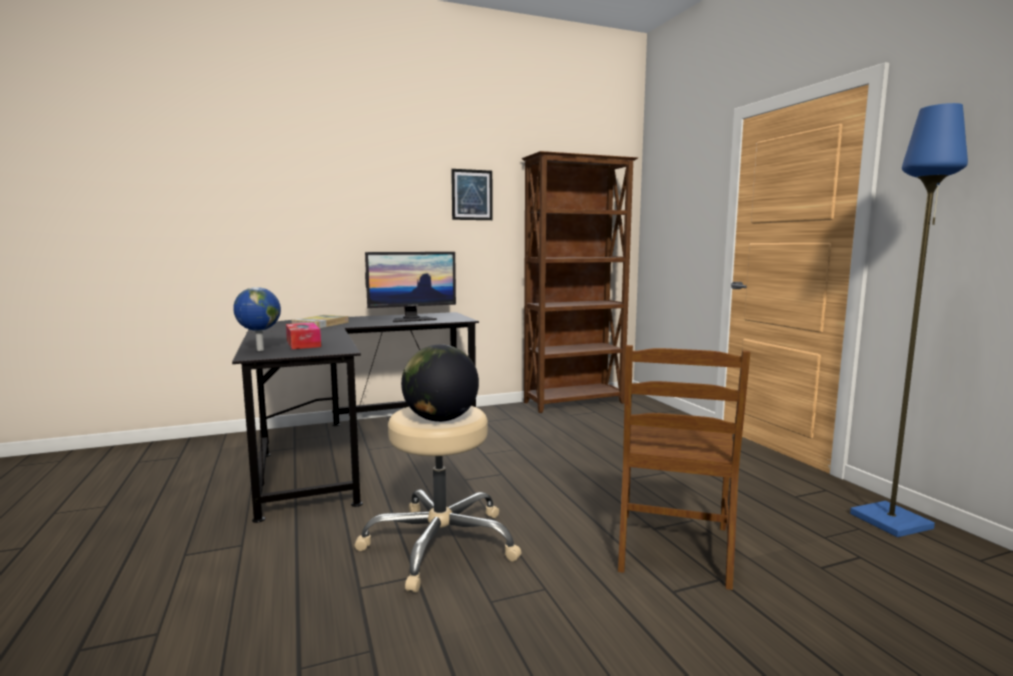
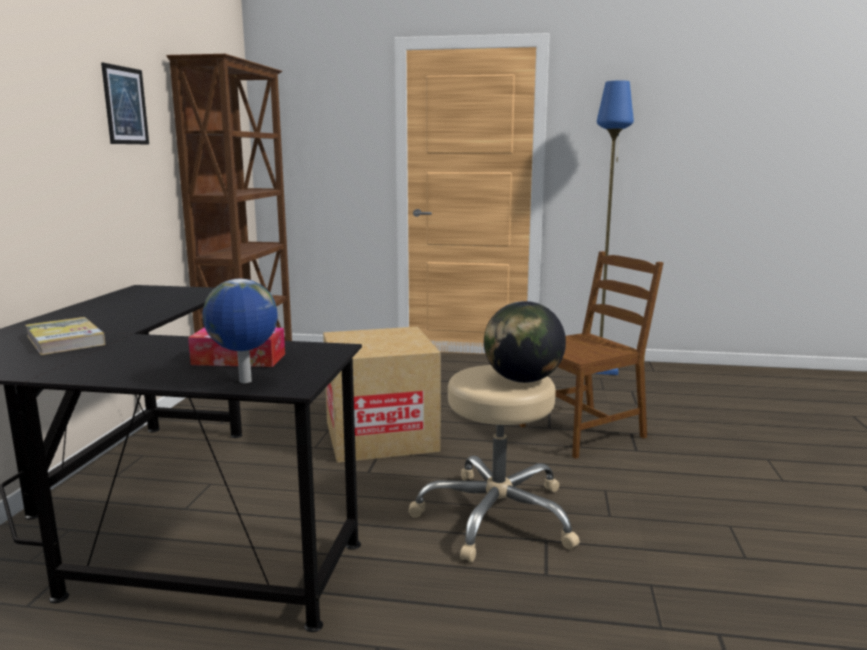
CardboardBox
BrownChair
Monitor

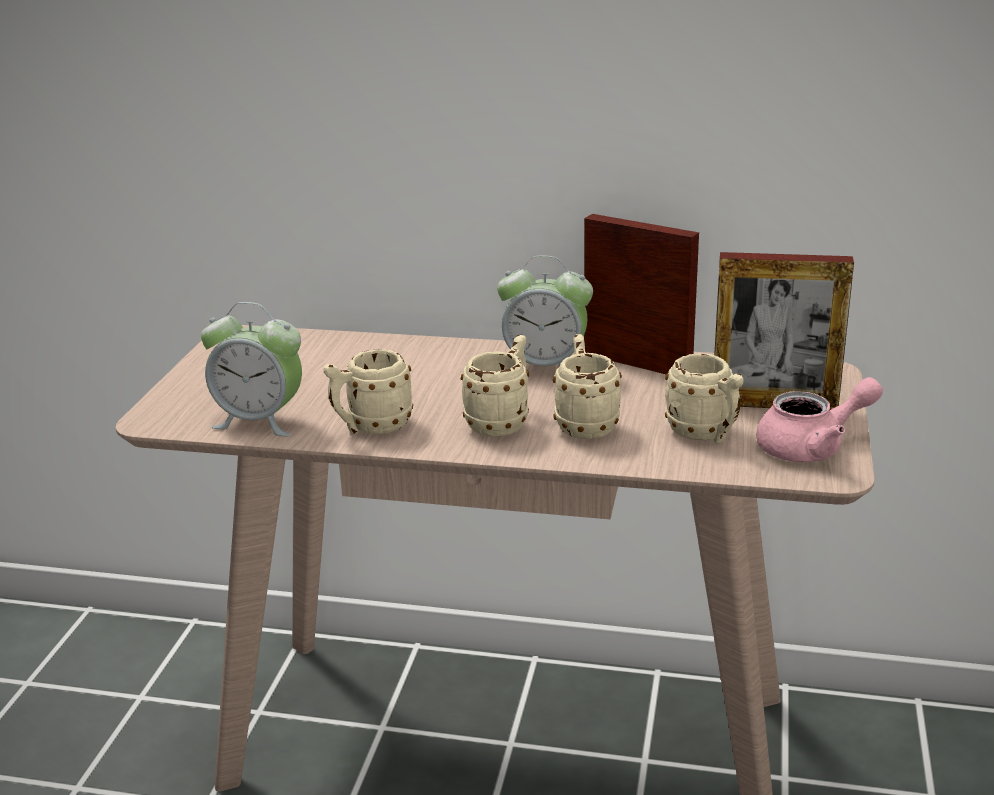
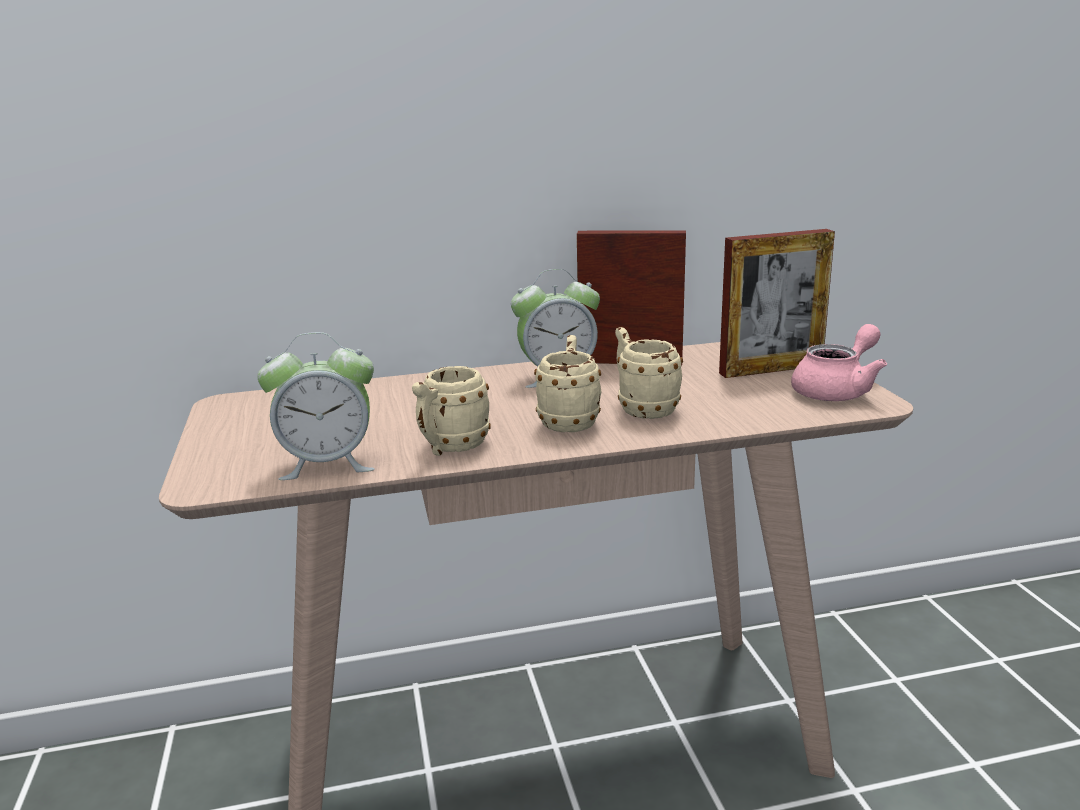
BeigeMug (4th from left in the first image)

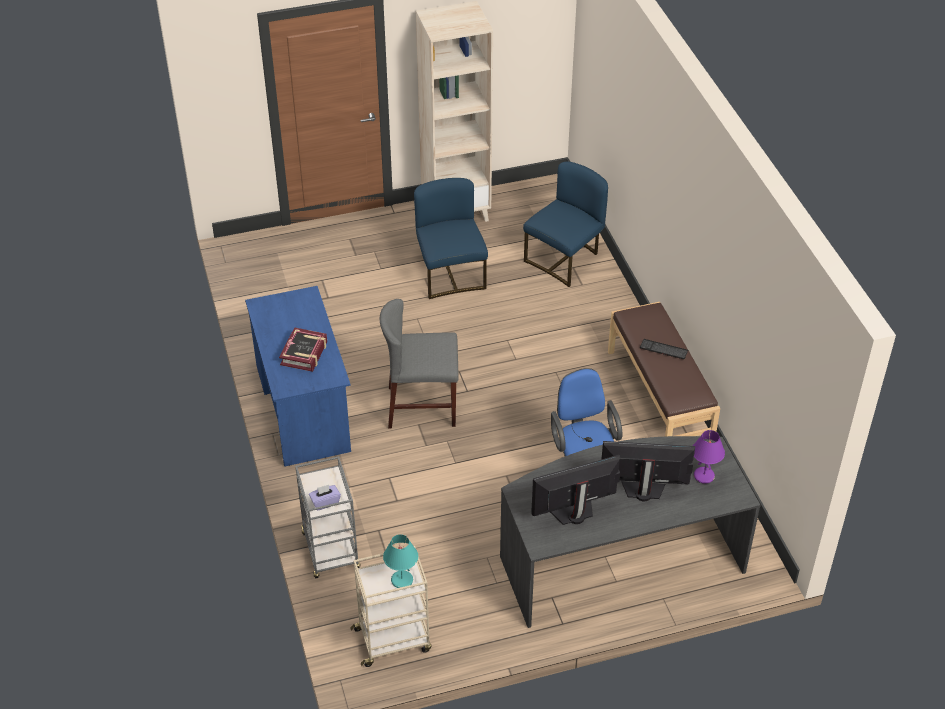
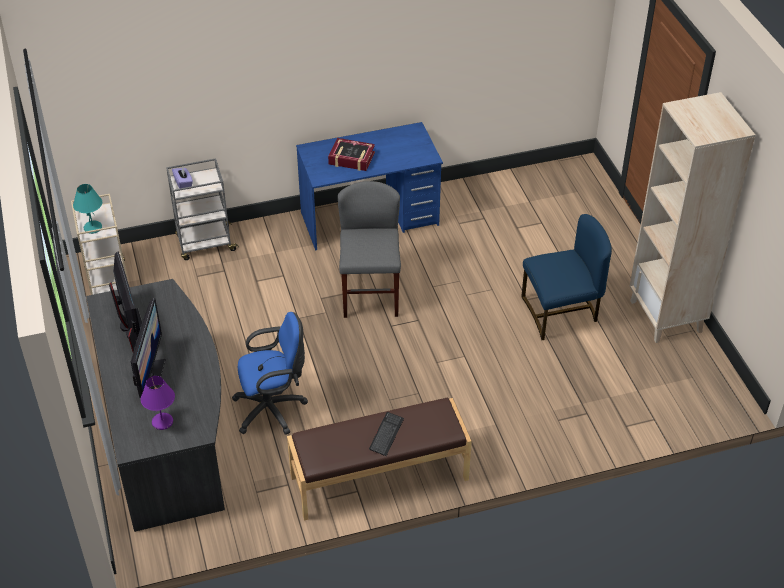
BlueChair (2nd from left in the first image)

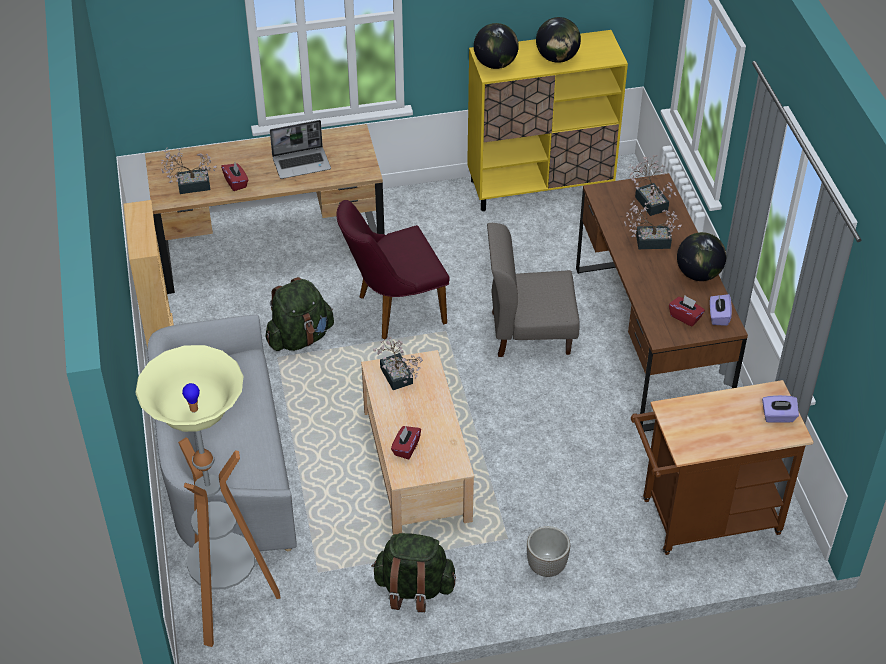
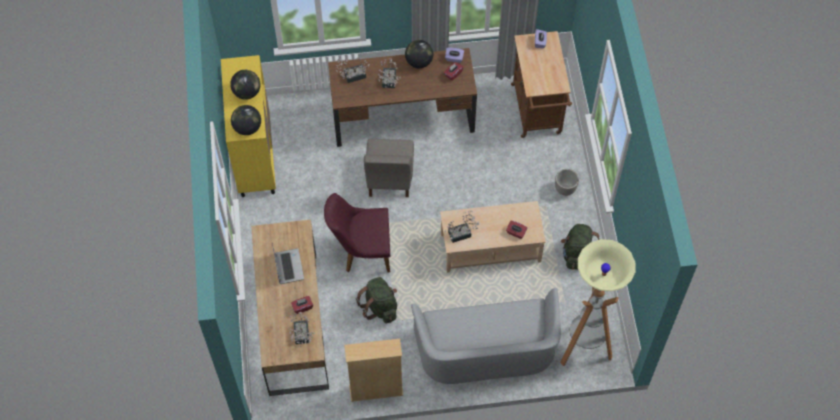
PurpleChair

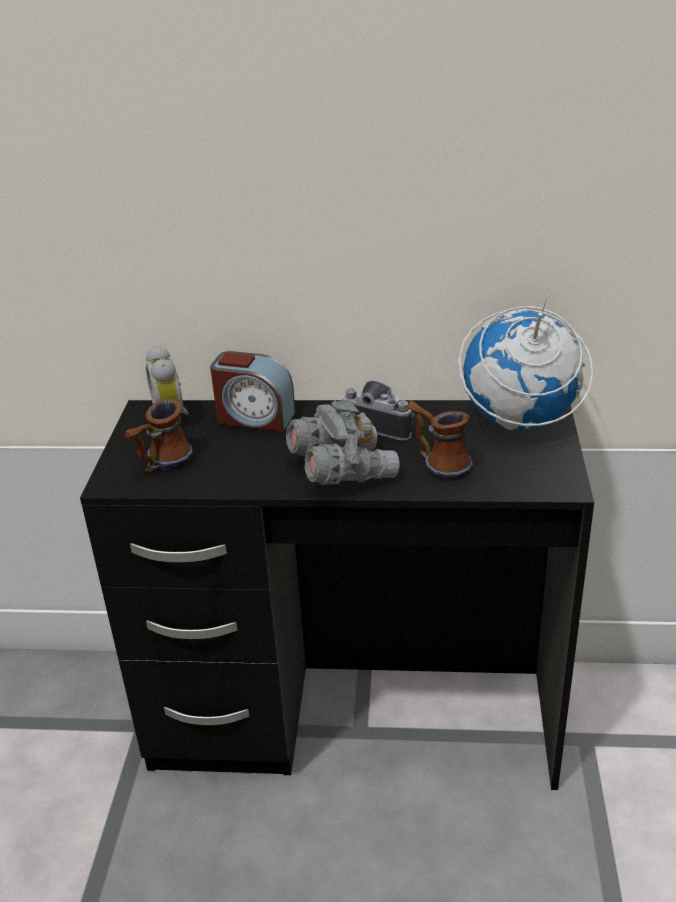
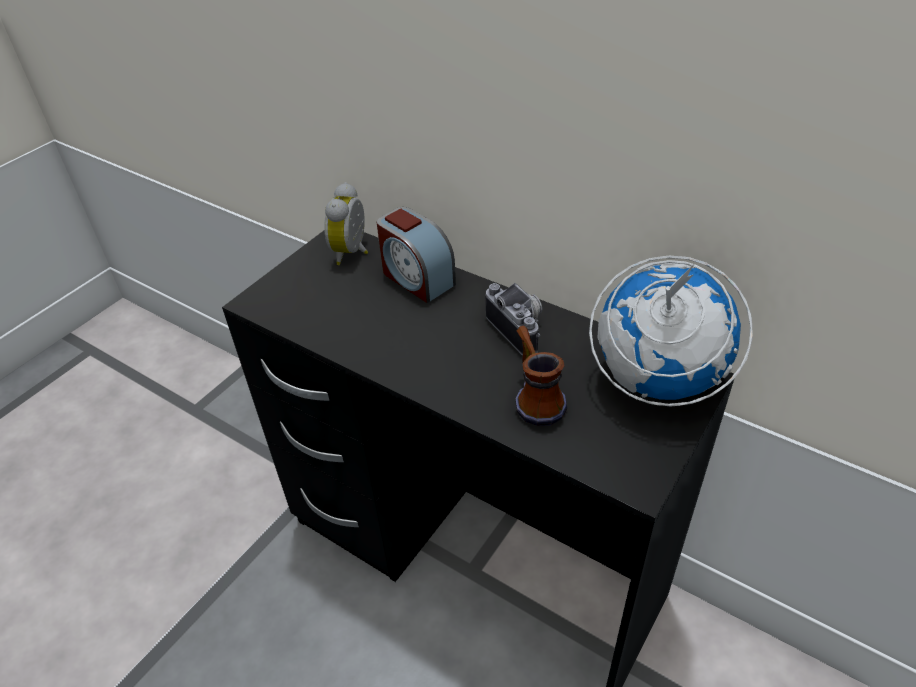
Mug (1st from left in the first image)
GreyBinoculars

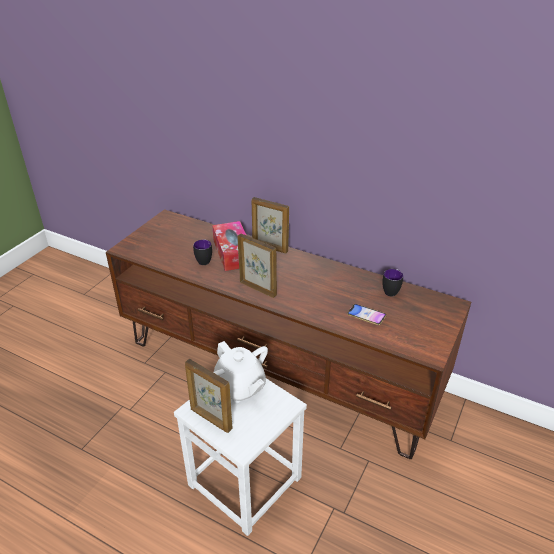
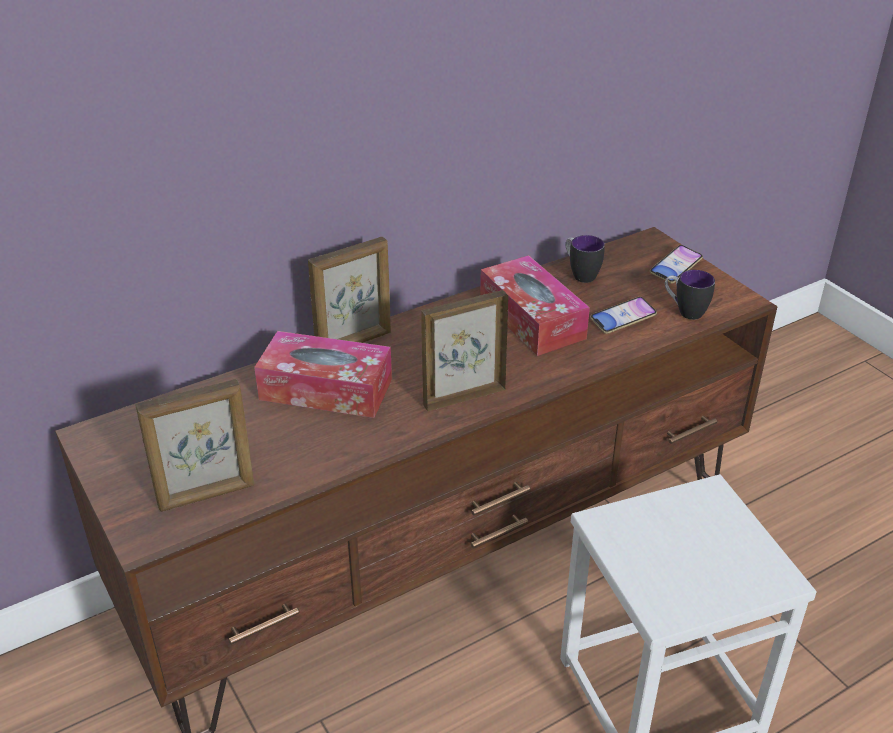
PictureFrame (1st from left)
TissueBox (2nd from left)
Phone (2nd from left)
Mug (2nd from left)
WhiteTeapot

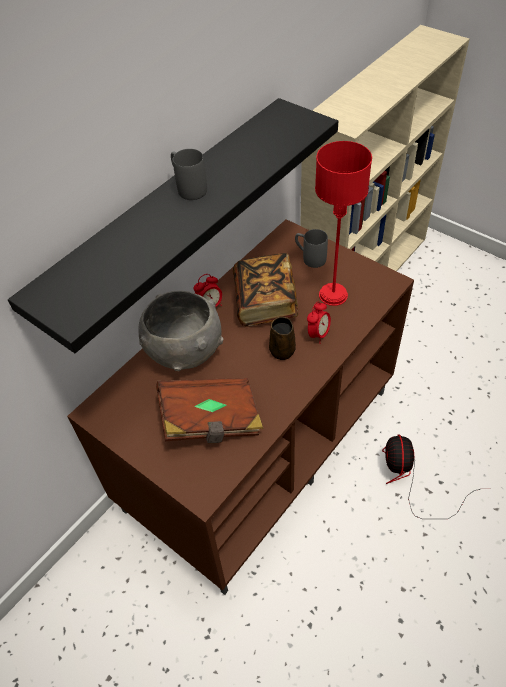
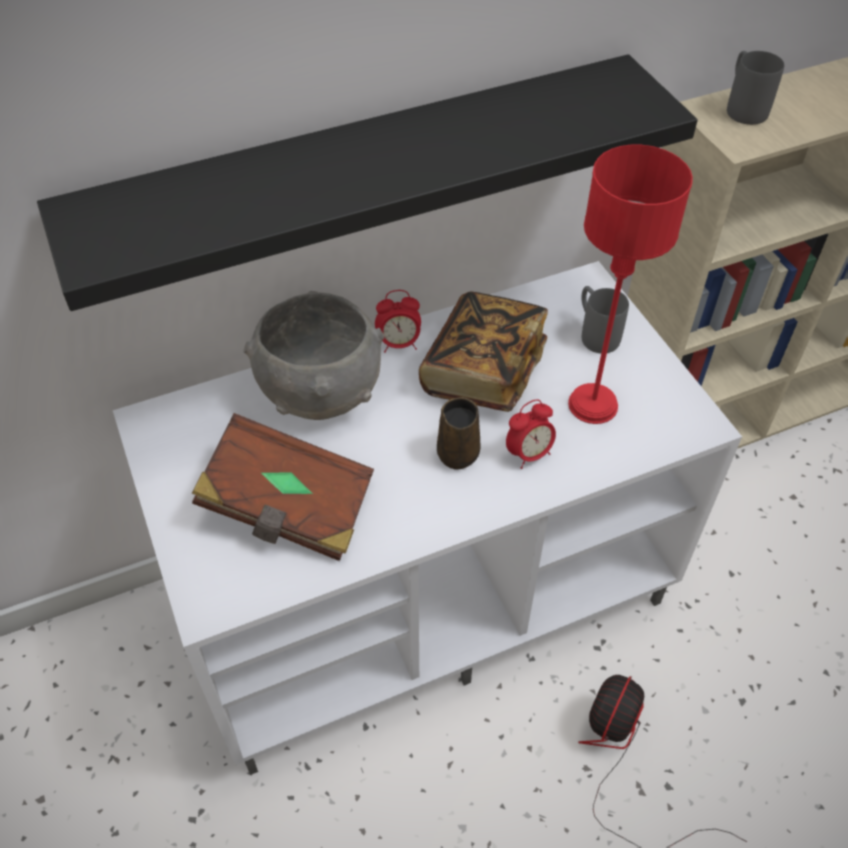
WhiteTvStand
GreyMug (2nd from left)

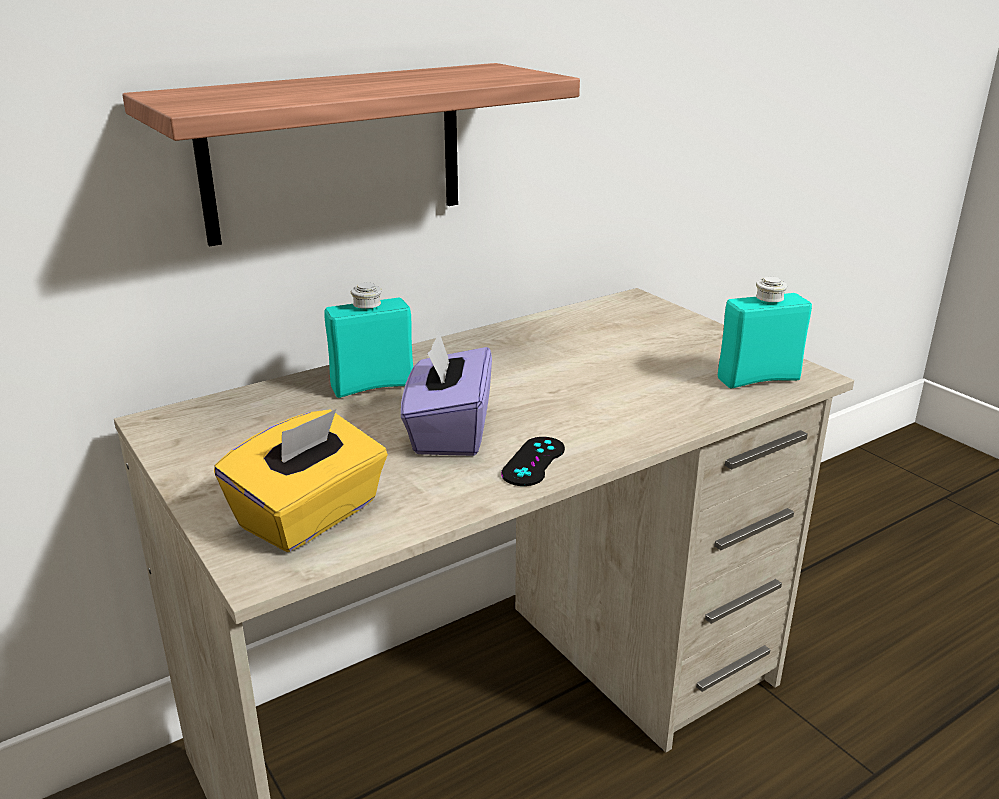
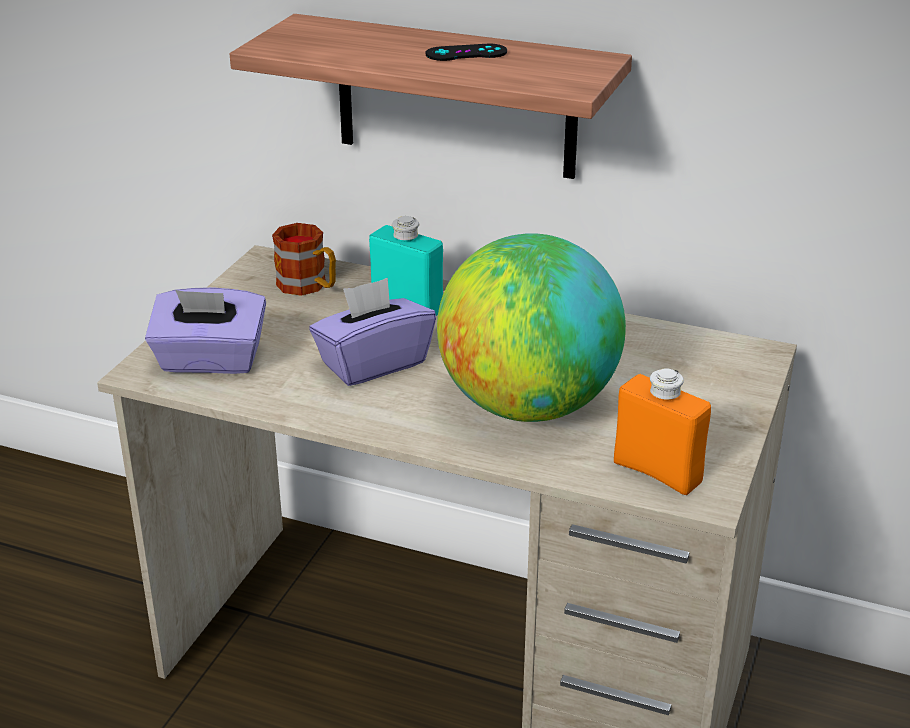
PurpleTissueBox (1st from left)
Mug
BlackGameController
Globe
OrangeBottle

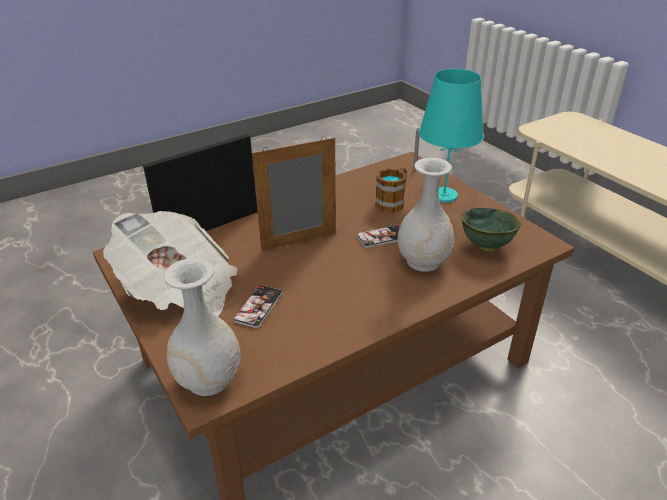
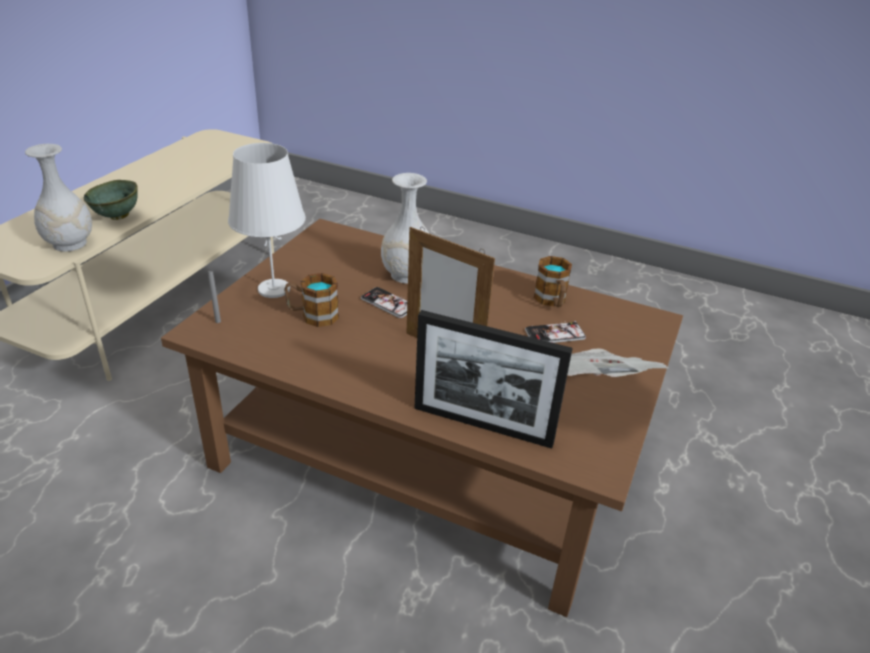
WhiteVase (1st from left)
GreenBowl
WhiteTableLamp
Mug (2nd from left)

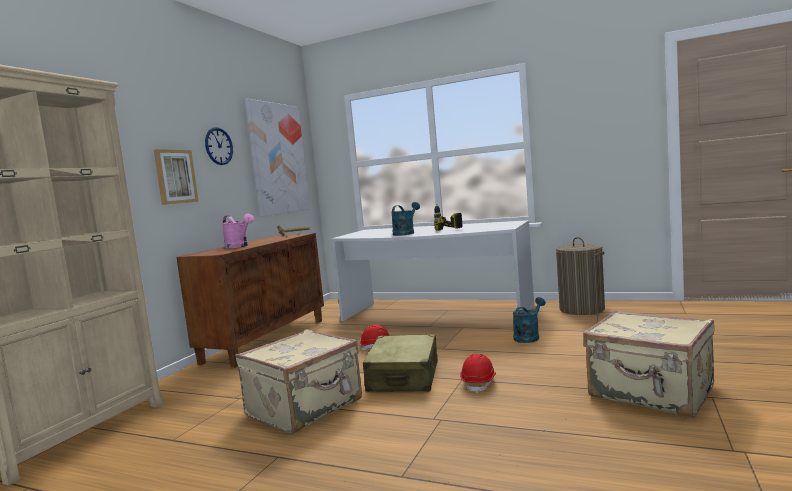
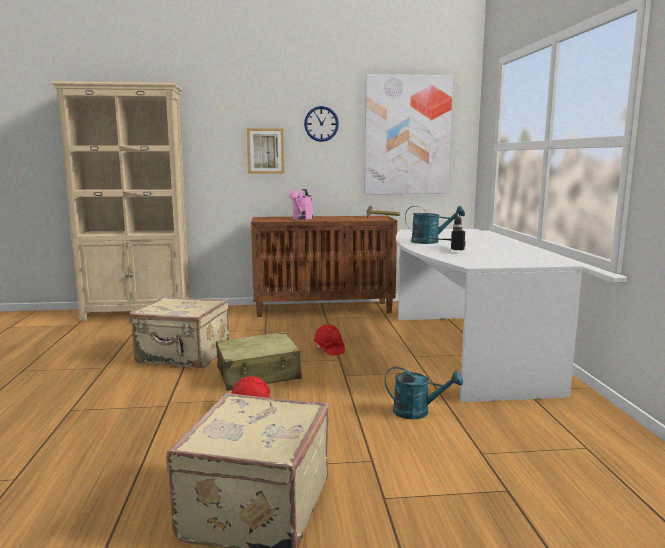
LaundryBasket

